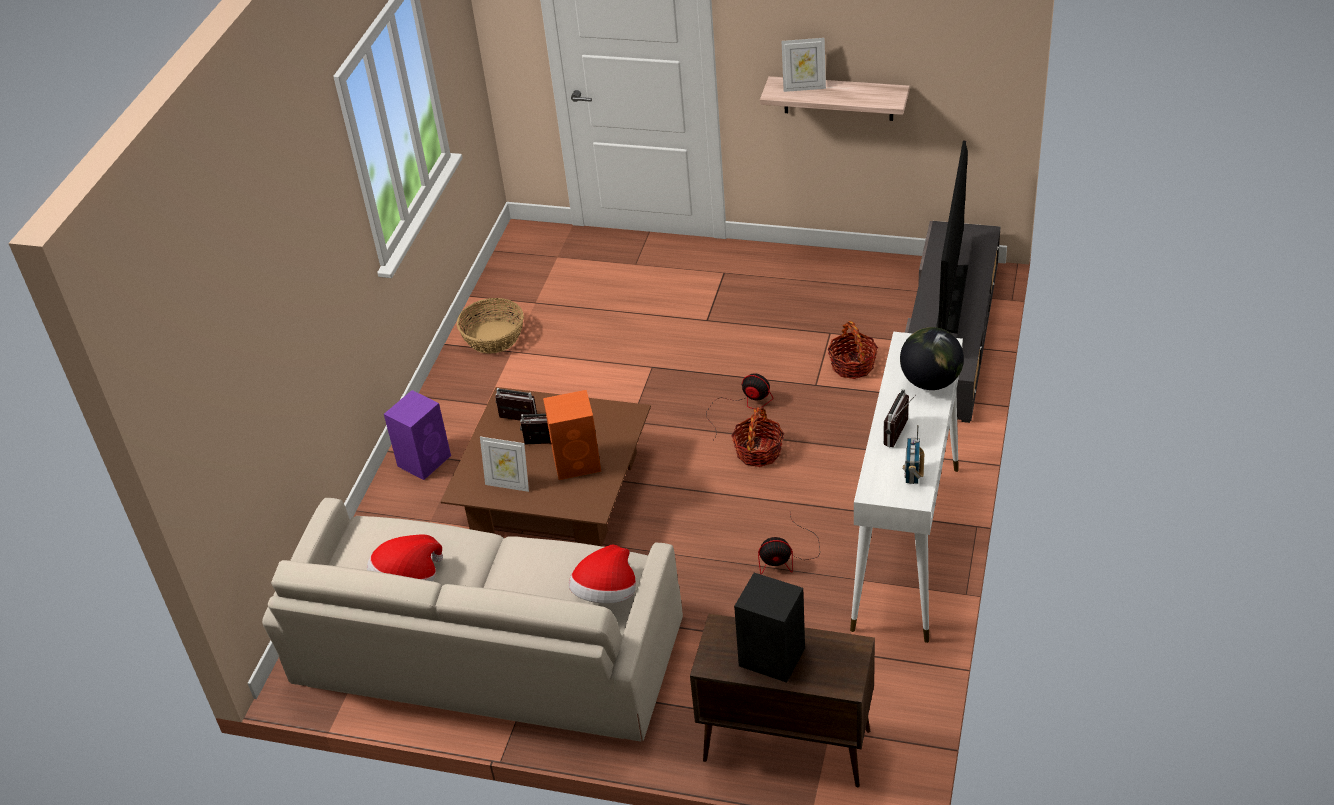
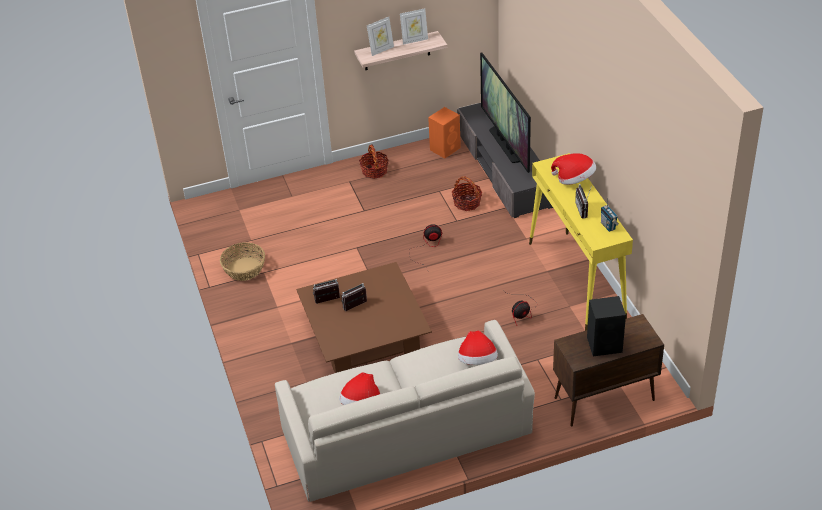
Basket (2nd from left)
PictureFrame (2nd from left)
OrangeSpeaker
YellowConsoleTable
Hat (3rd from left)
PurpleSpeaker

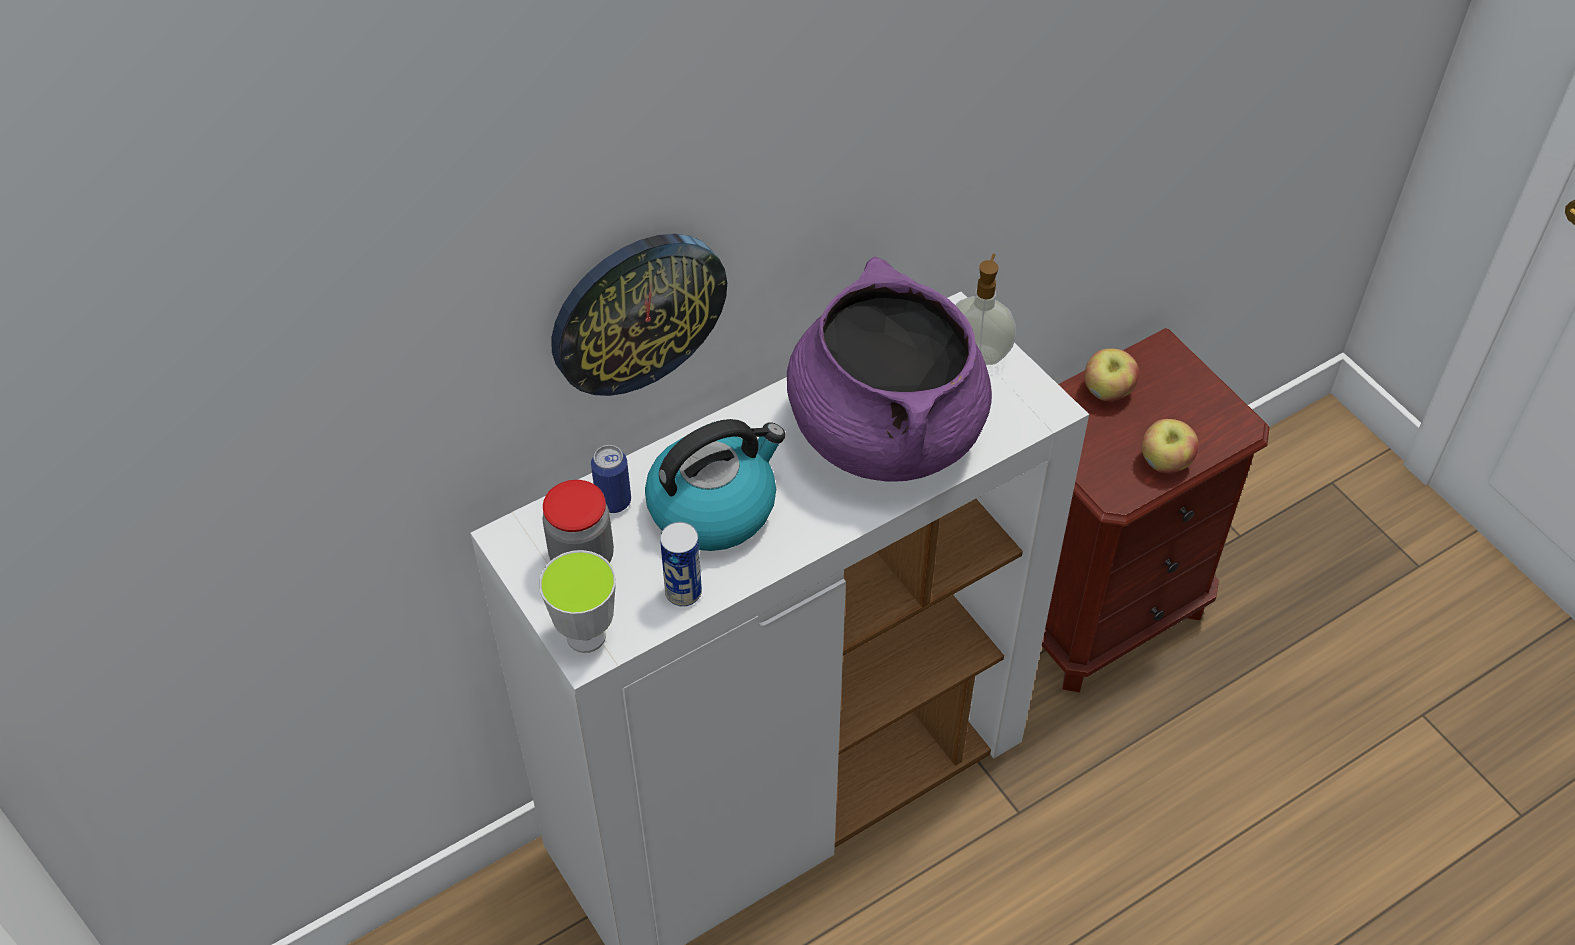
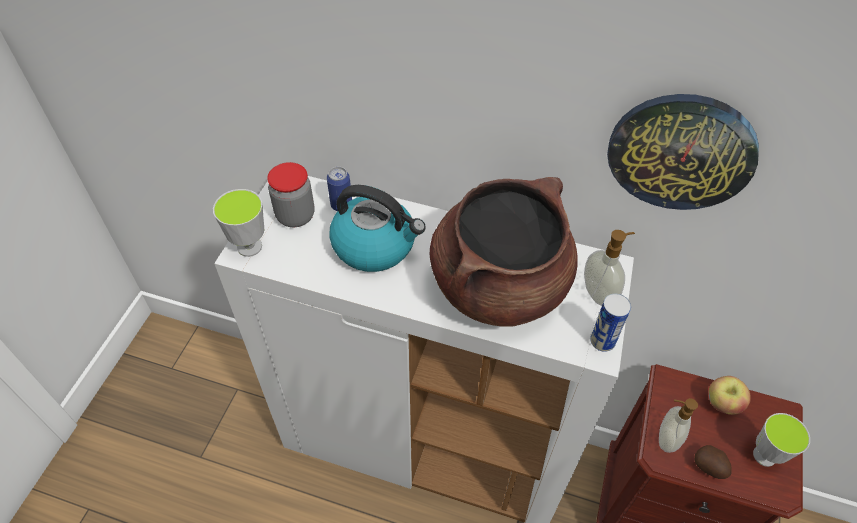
BrownCookingPot
Can (2nd from left)
WallClock
SoapDispenser (2nd from left)
Potato
Cup (2nd from left)

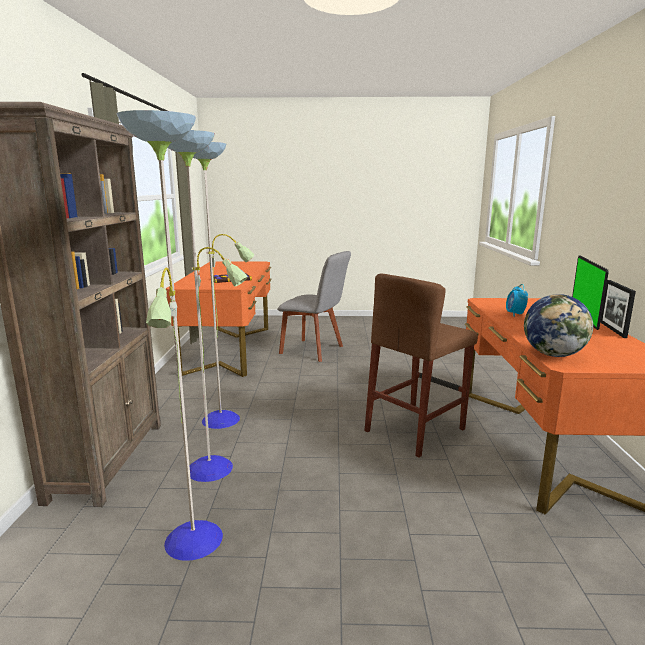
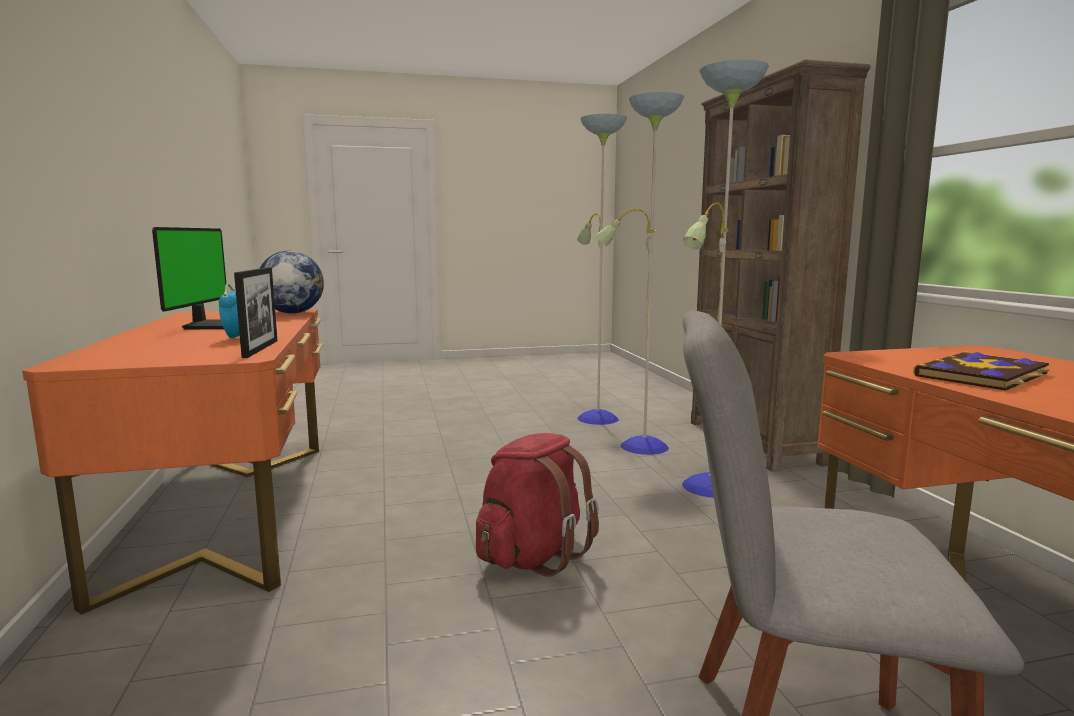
PictureFrame
RedBackpack
BrownStool

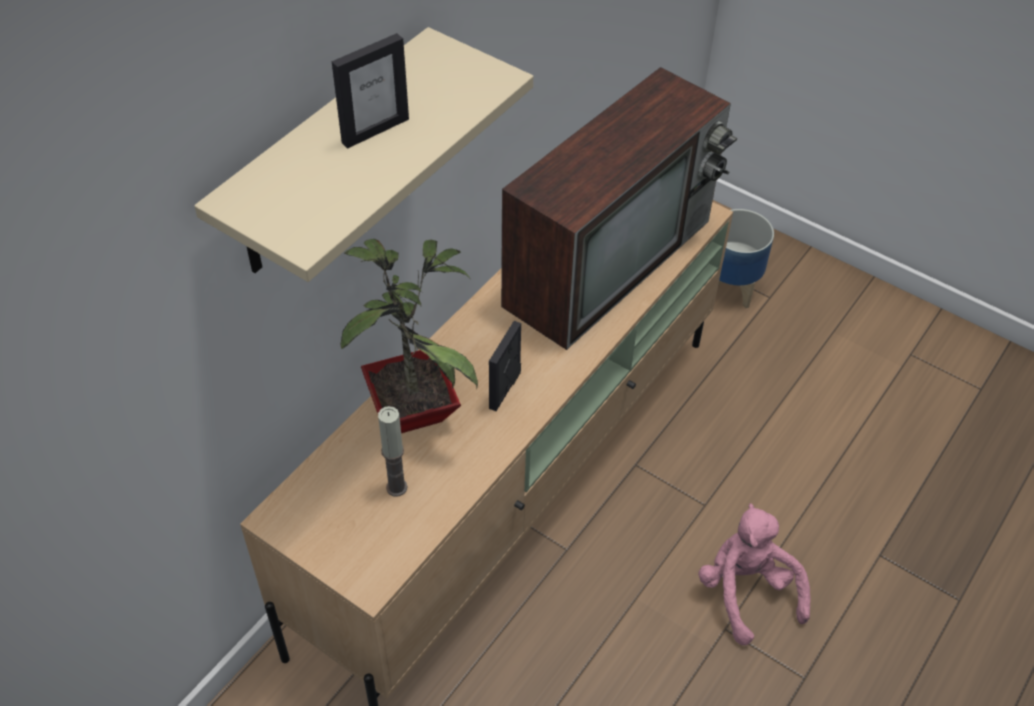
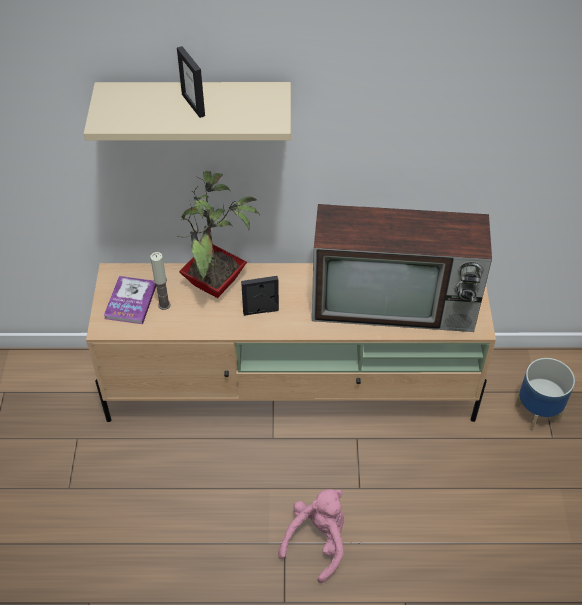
Book
PictureFrame (1st from left)

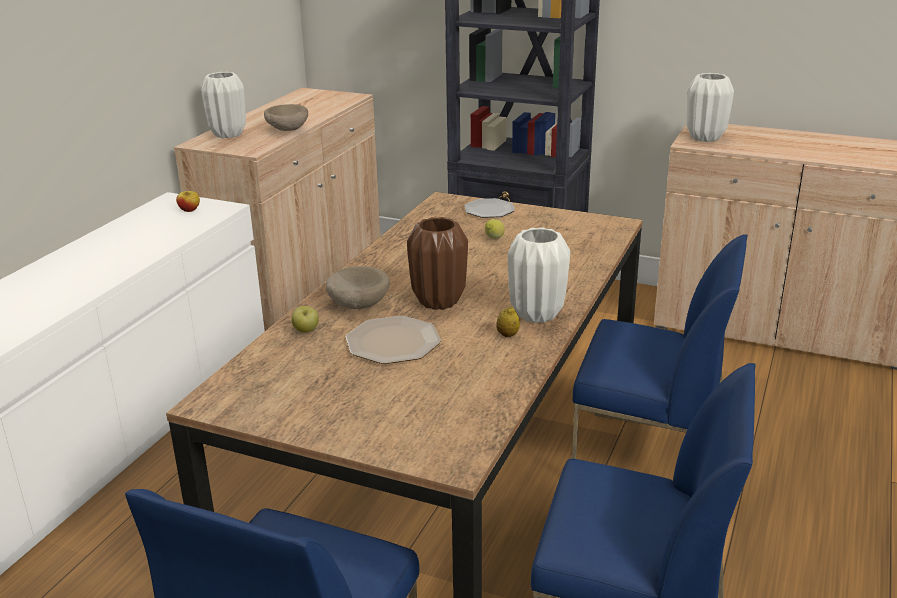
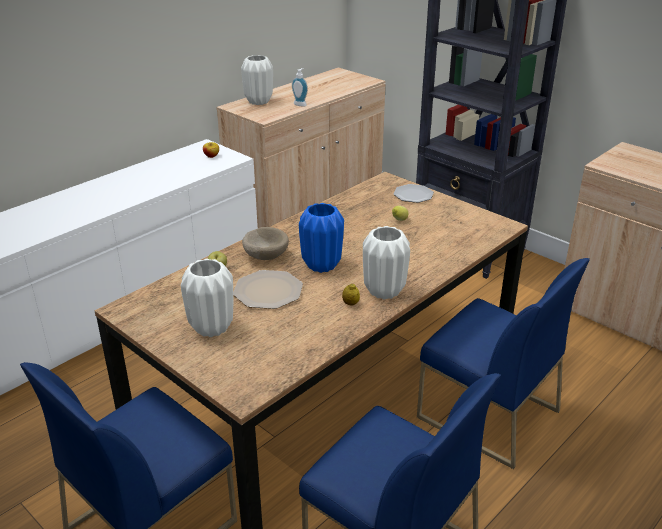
WhiteVase (1st from left)
SoapDispenser
BlueVase

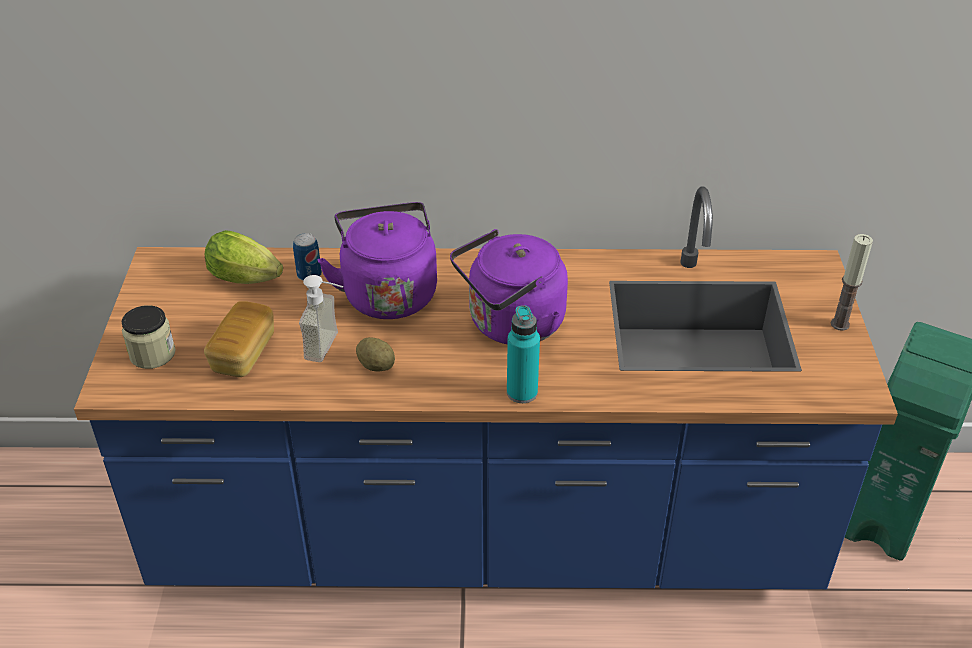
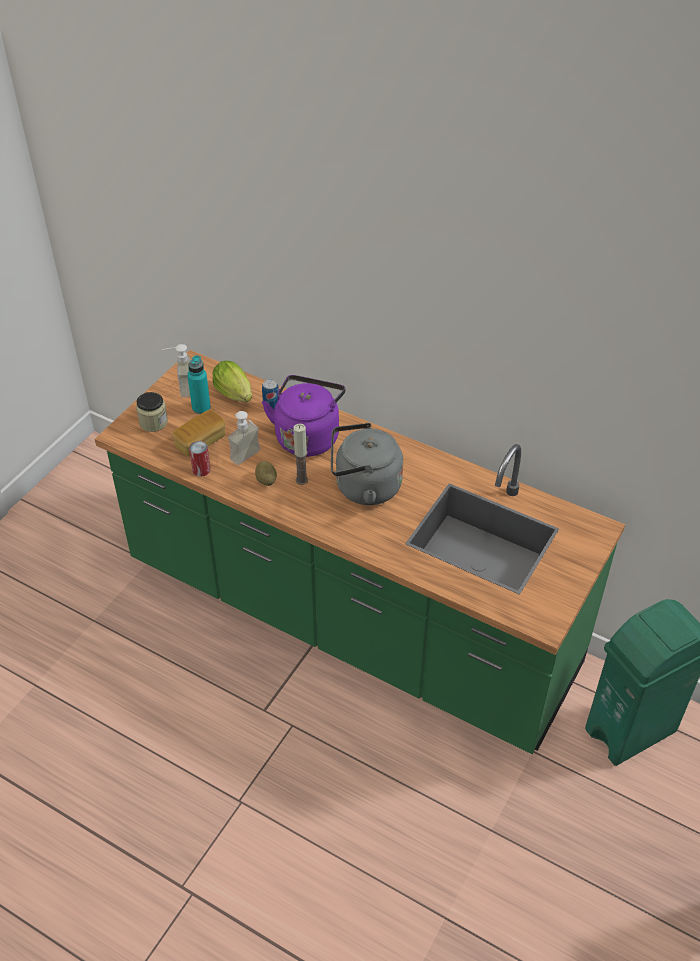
GreenCounter
SoapDispenser (1st from left)
TurquoiseBottle
Can (1st from left)
Candle
GreyKettle

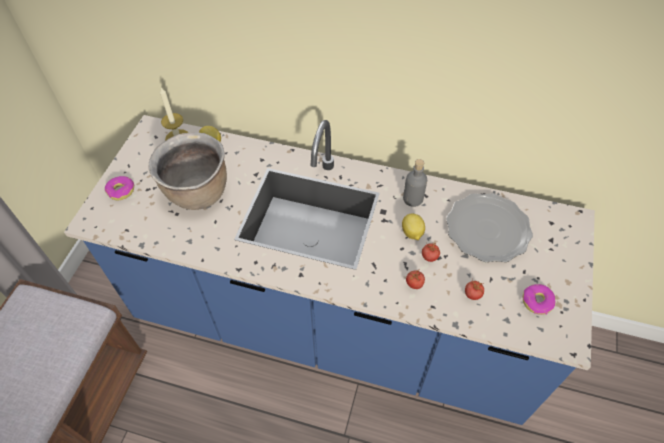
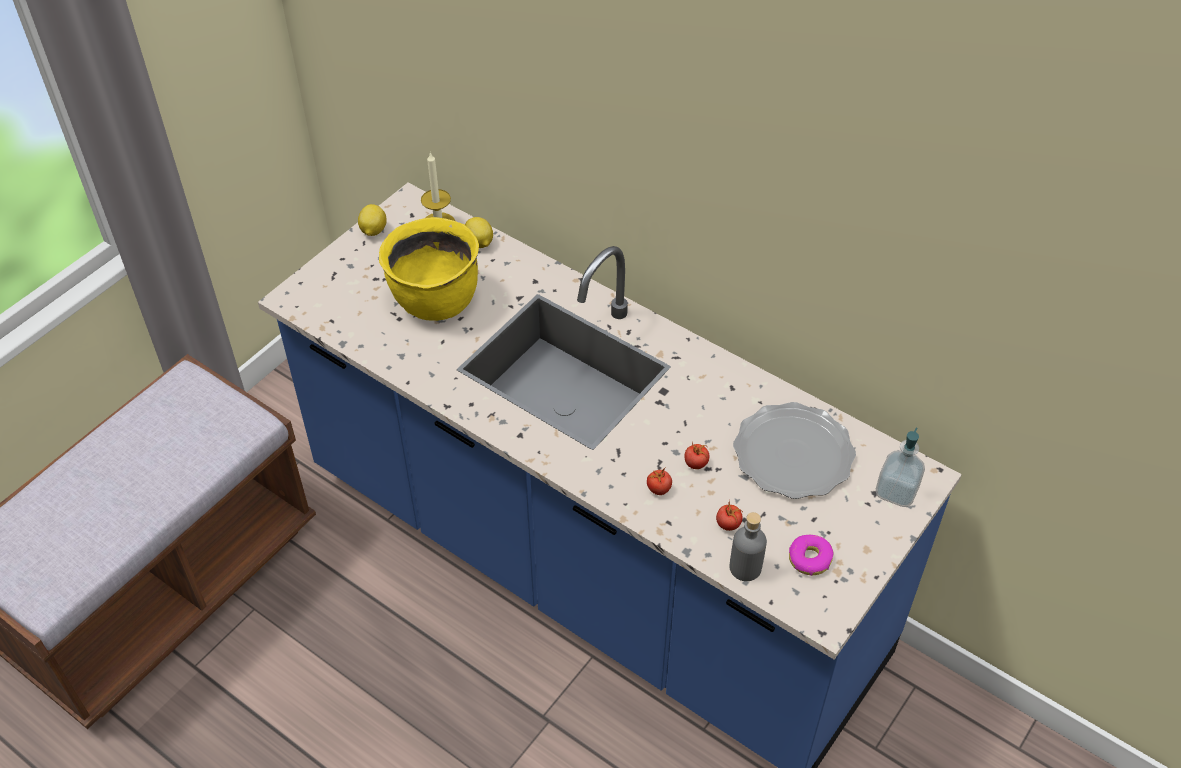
Lemon (1st from left)
YellowCookingPot
GreyBottle
SoapDispenser
Donut (1st from left in the first image)

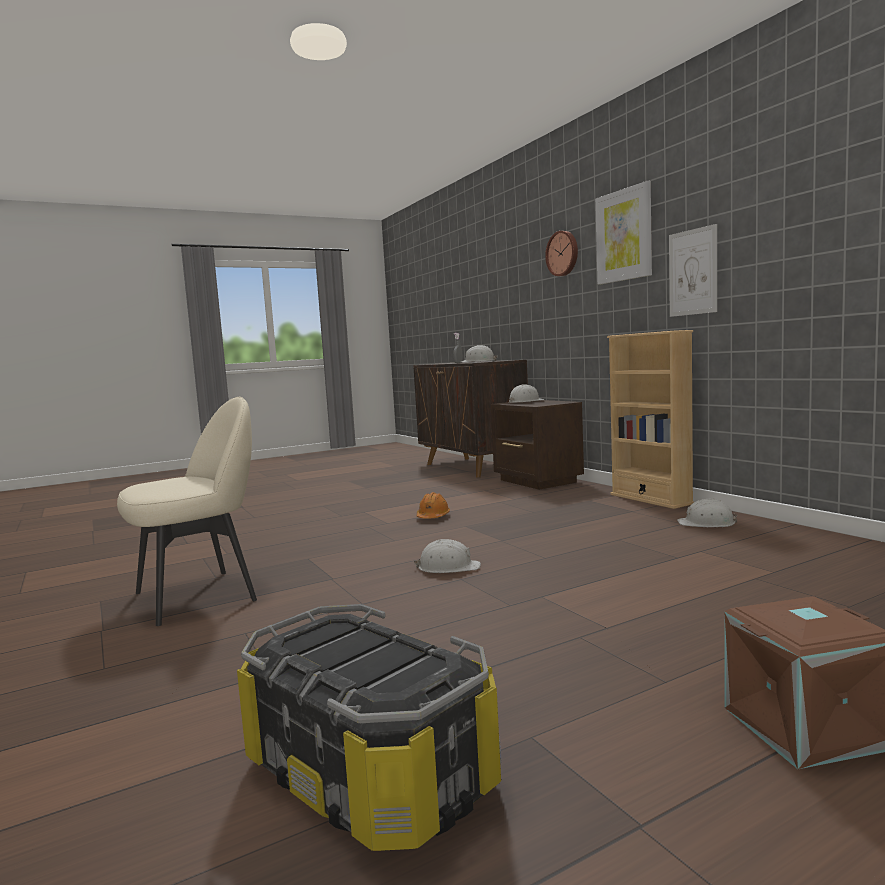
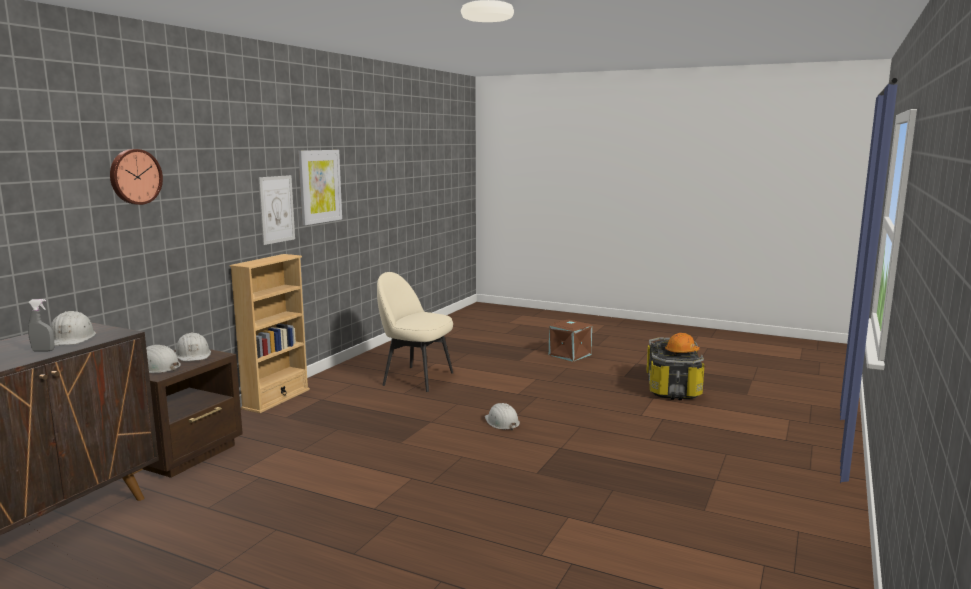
WhiteHardHat (3rd from left)
Picture (2nd from left)
BeigeChair
OrangeHardHat

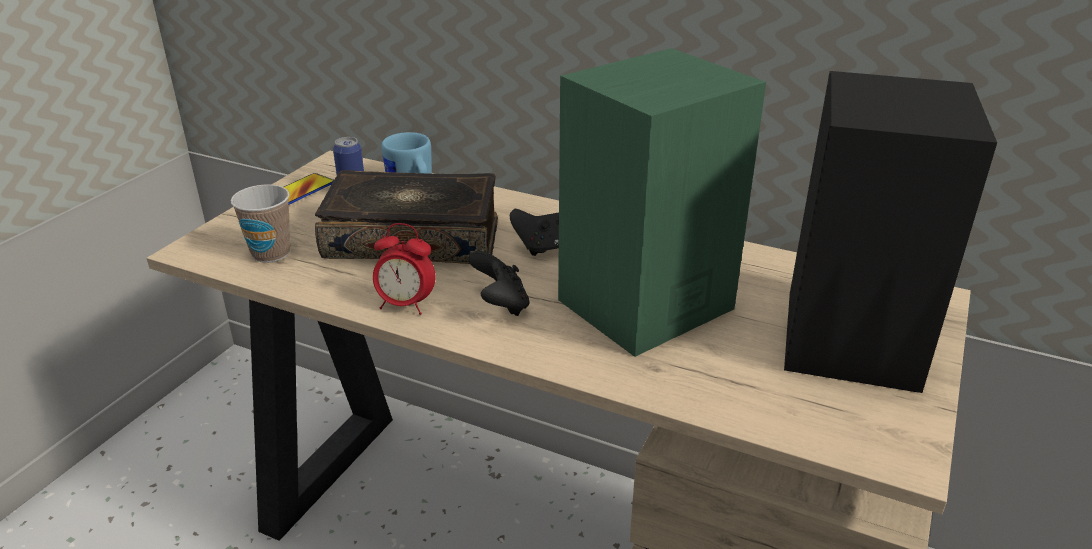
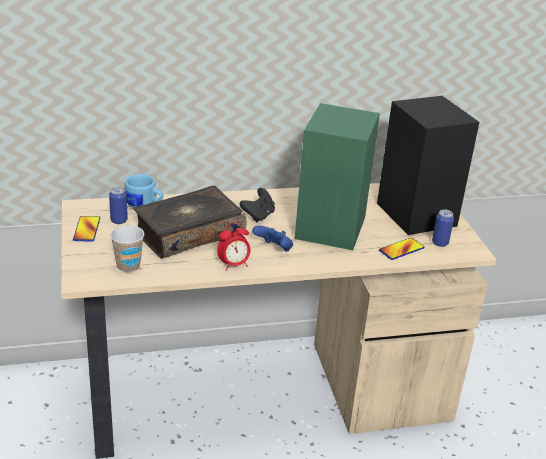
BlueGameController
Phone (2nd from left)
Can (2nd from left)

